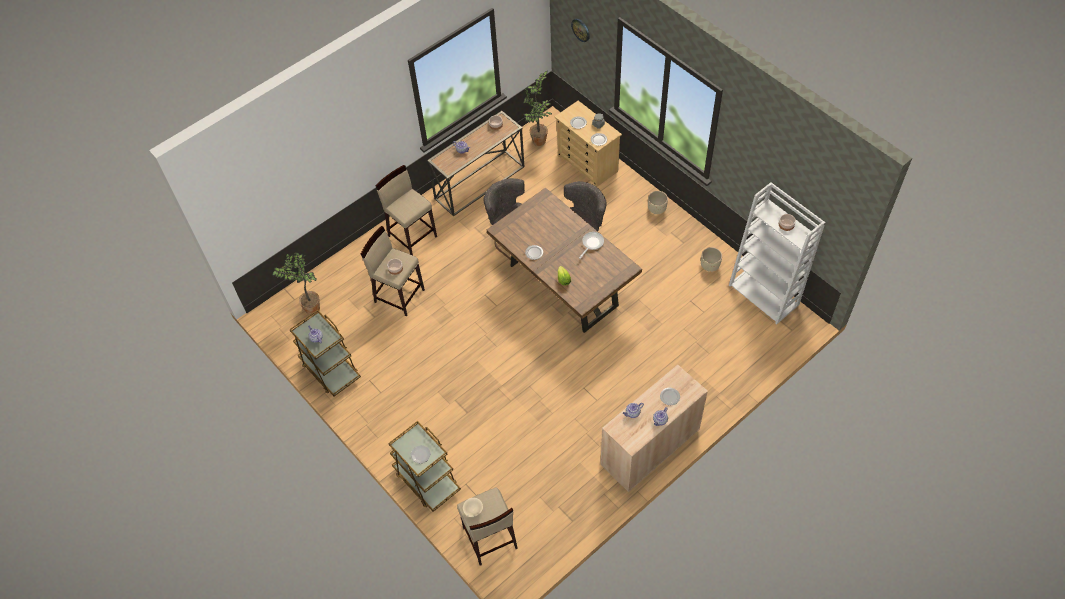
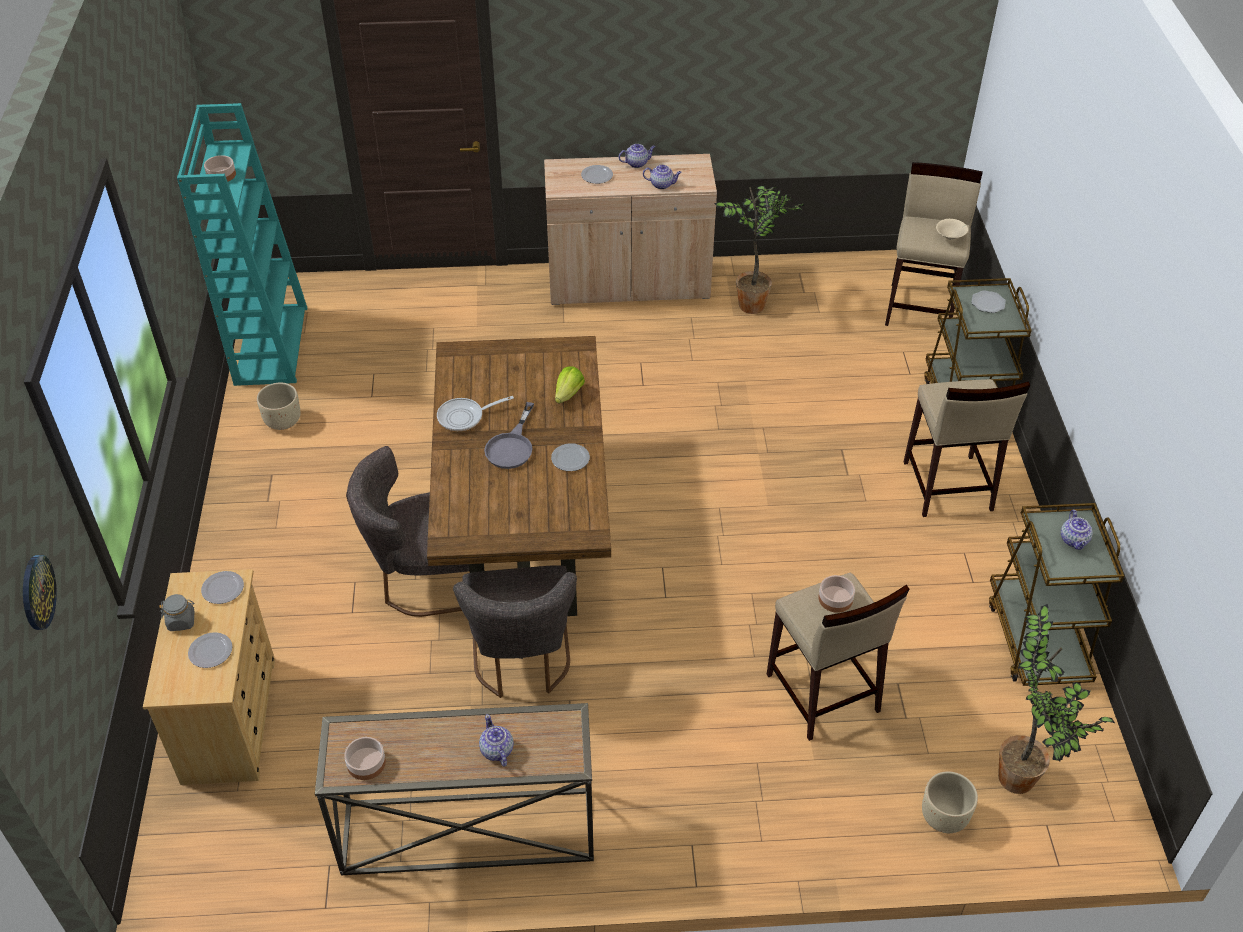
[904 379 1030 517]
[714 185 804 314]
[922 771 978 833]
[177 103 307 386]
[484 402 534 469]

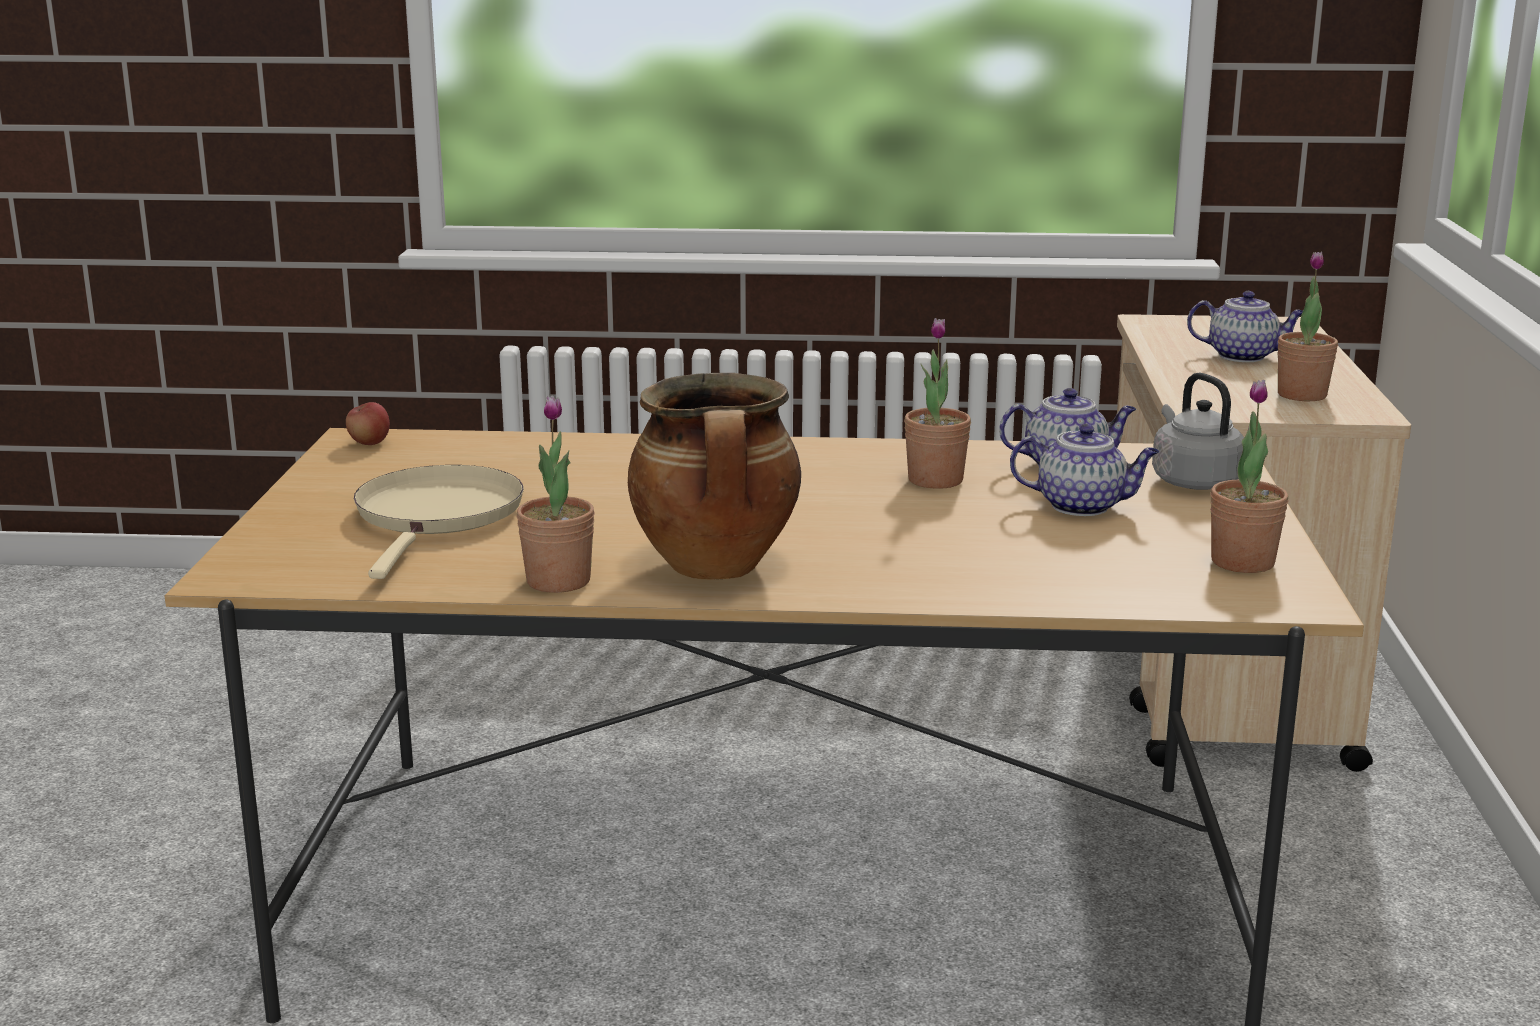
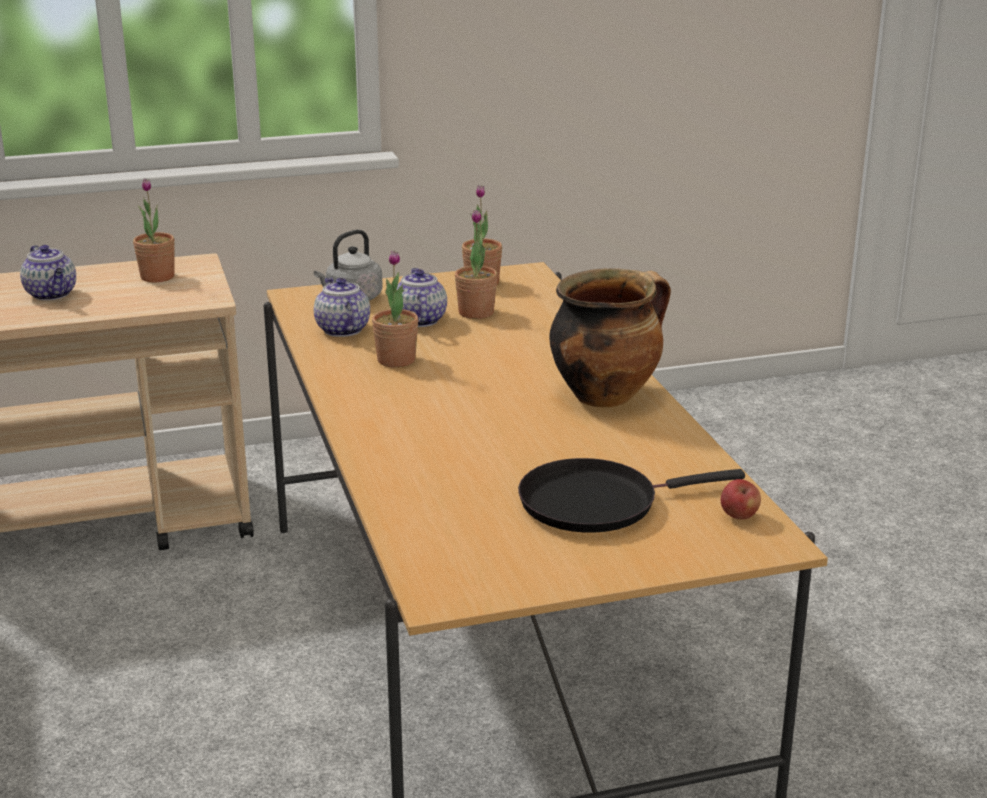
[721 479 761 519]
[518 458 745 533]
[455 210 498 319]
[20 245 76 301]

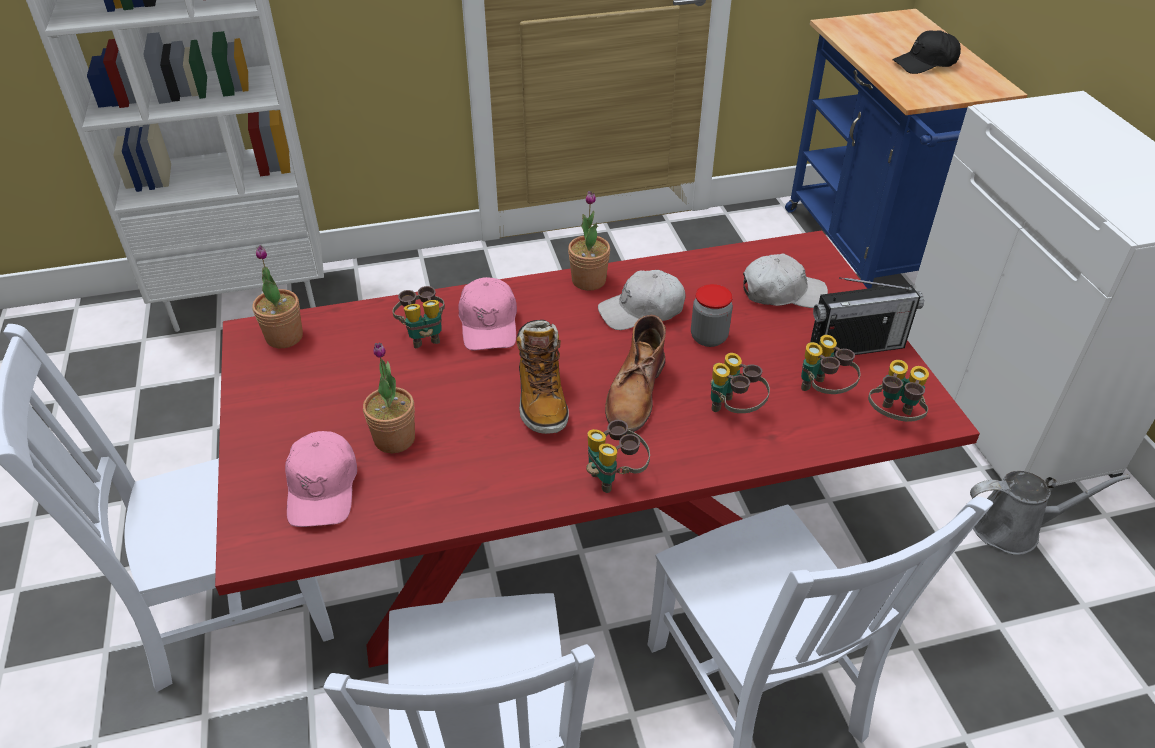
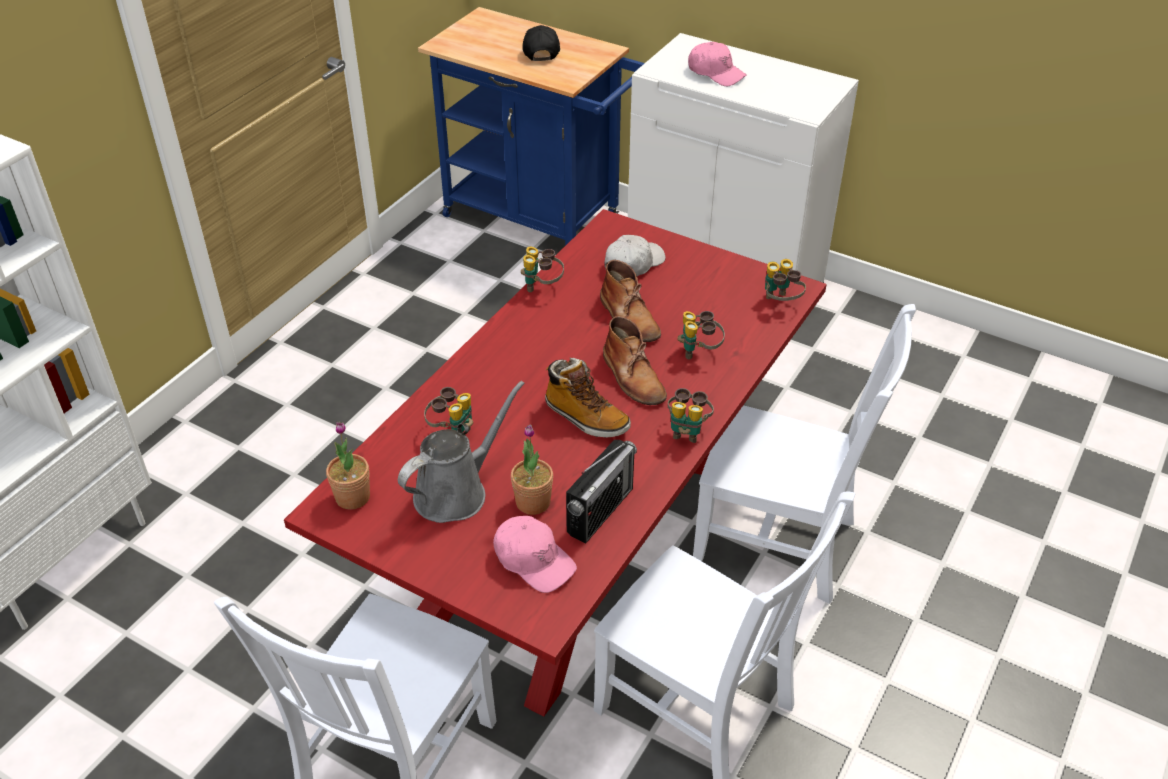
[688 42 747 86]
[568 191 610 291] (first image)
[598 270 685 330] (first image)
[600 260 661 342]
[521 247 564 292]
[566 440 637 544]
[523 25 560 61]
[398 381 525 523]

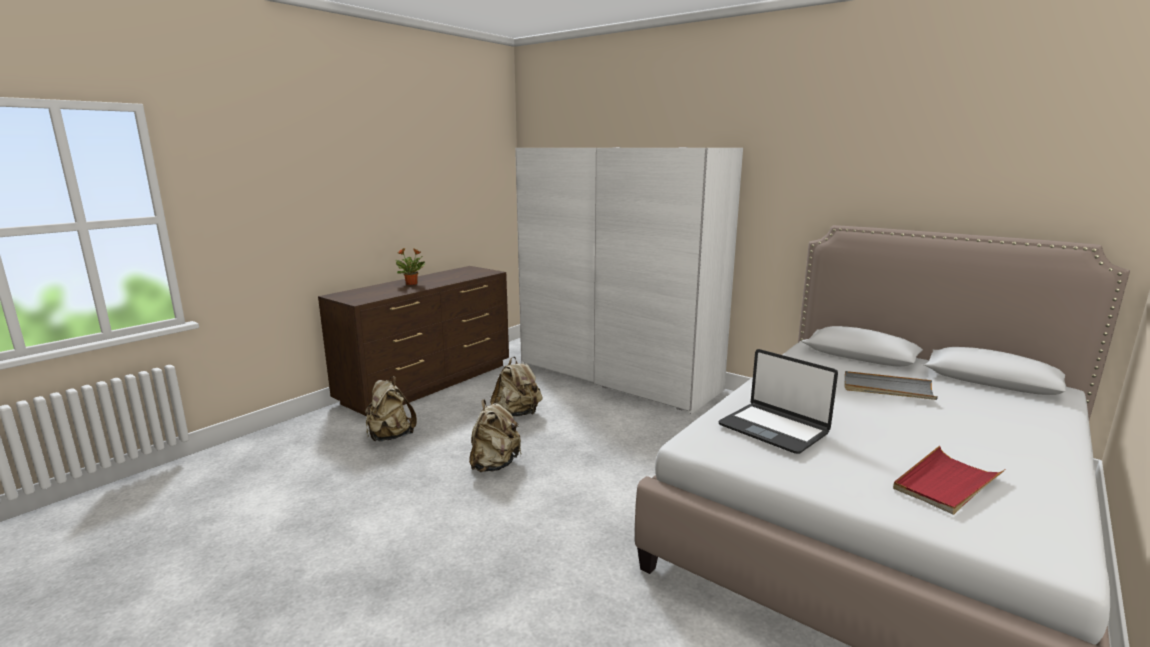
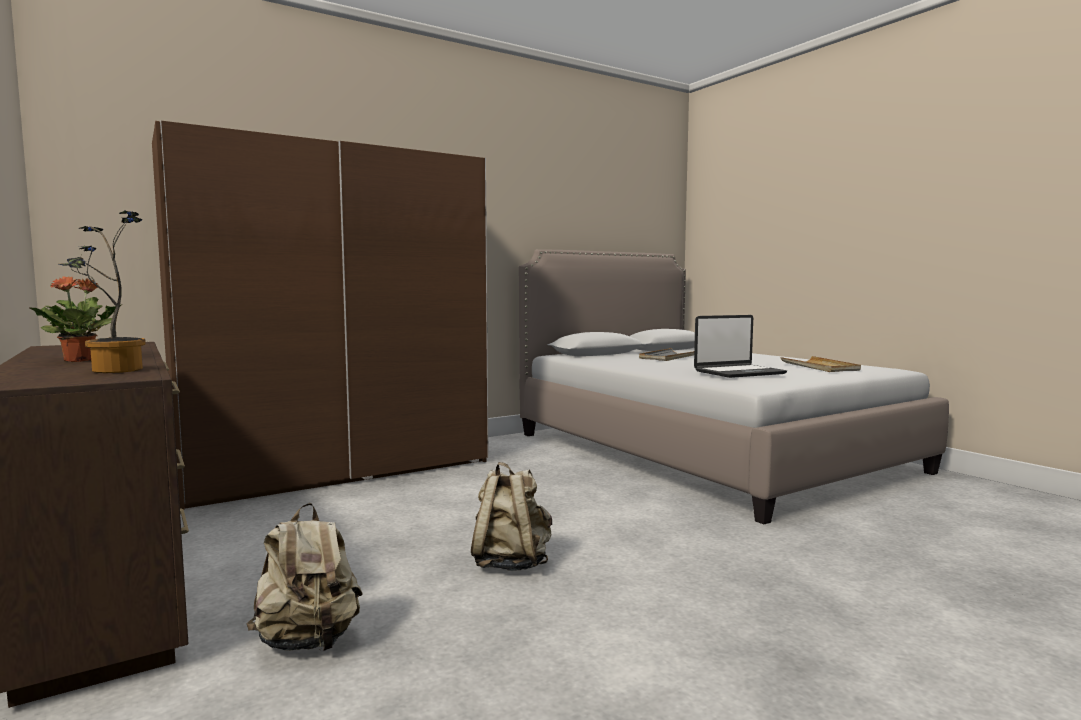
[490 357 543 416] (first image)
[152 121 489 509]
[780 356 861 372]
[58 210 146 373]

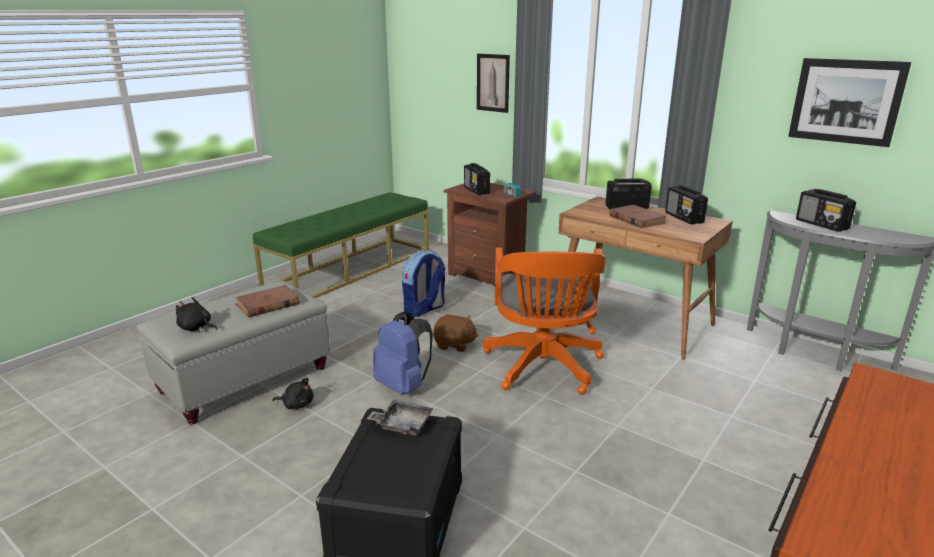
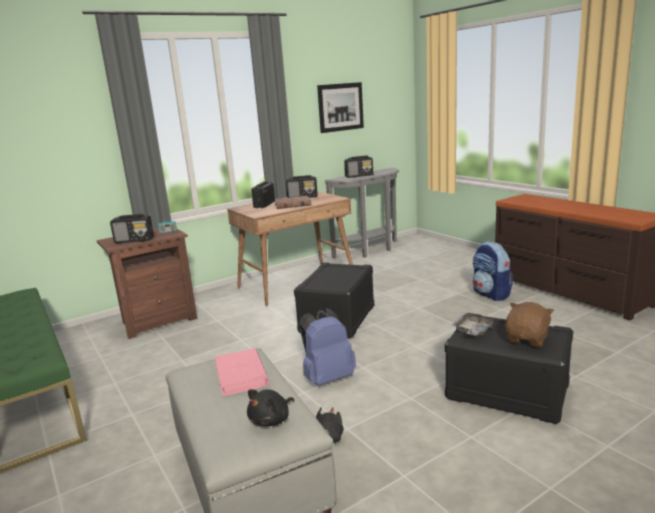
[215 348 269 396]
[473 242 514 301]
[505 302 554 348]
[477 54 510 113] (first image)
[294 262 374 339]

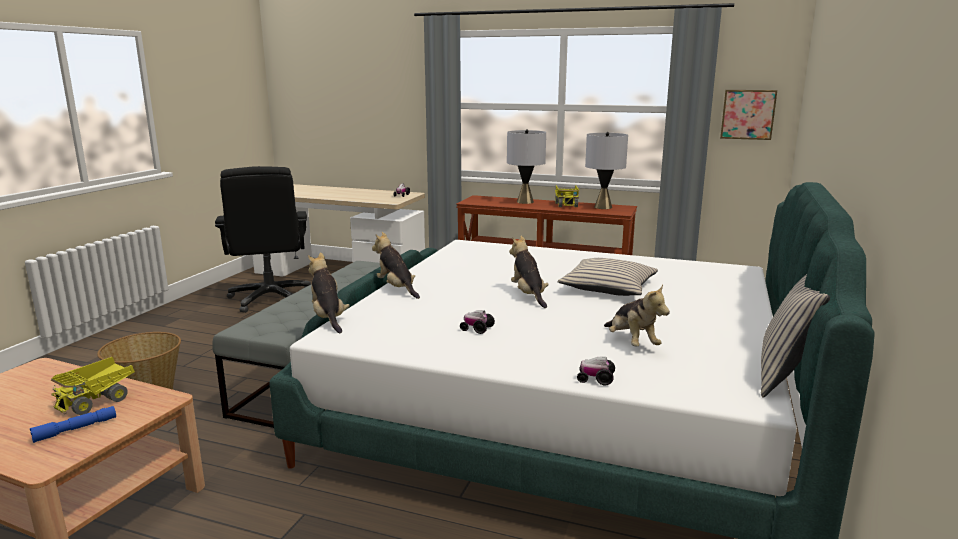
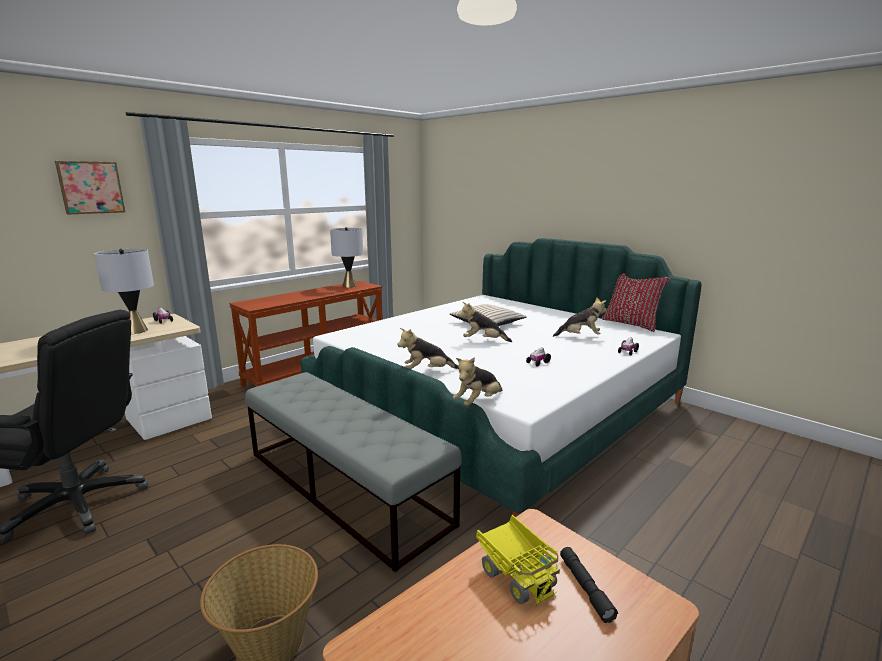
[560 547 618 623]
[453 357 503 406]
[94 249 154 334]
[555 185 579 207] (first image)
[55 161 125 215]
[602 273 671 332]

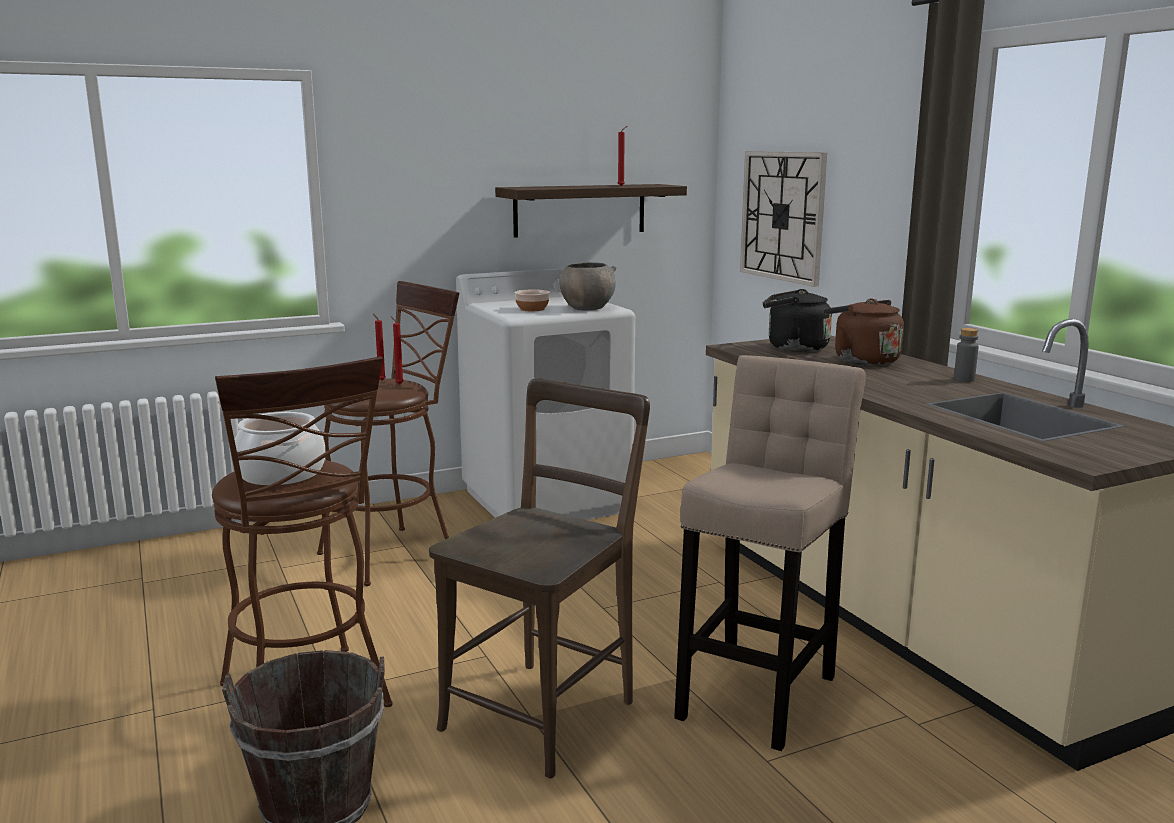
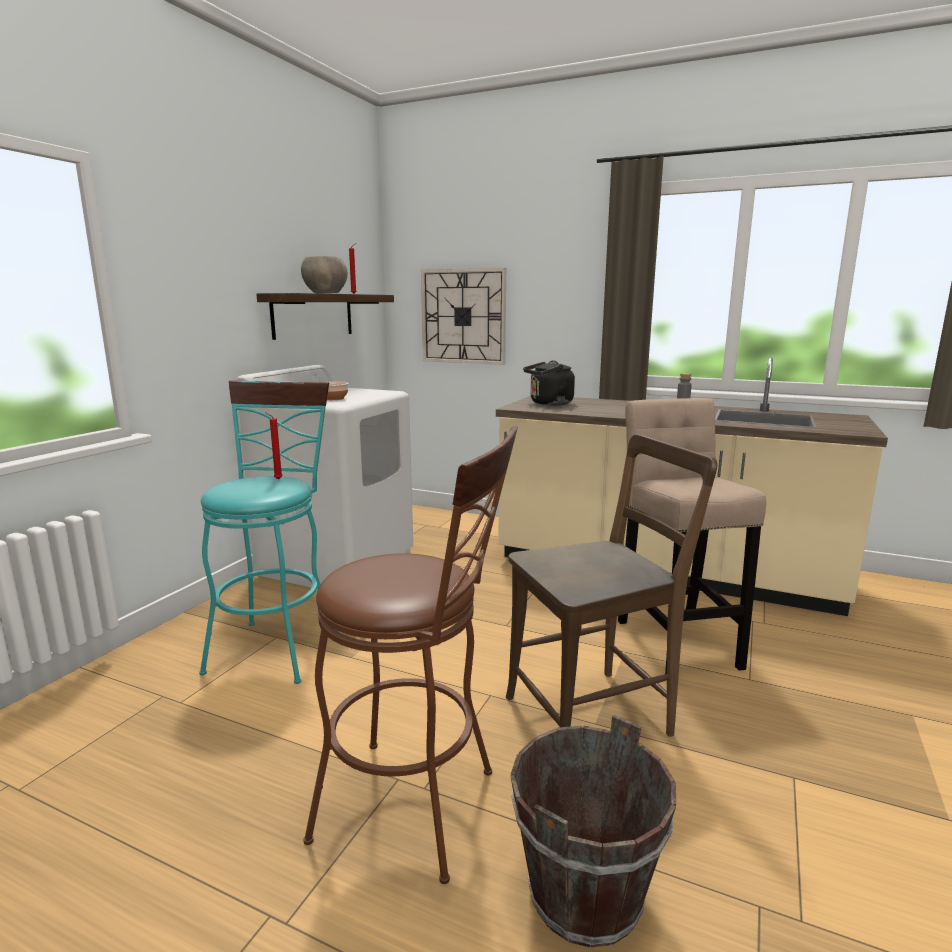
[234 412 325 485] (first image)
[199 380 337 684]
[373 314 386 381] (first image)
[506 434 718 737]
[301 256 348 293]
[824 298 904 366] (first image)

